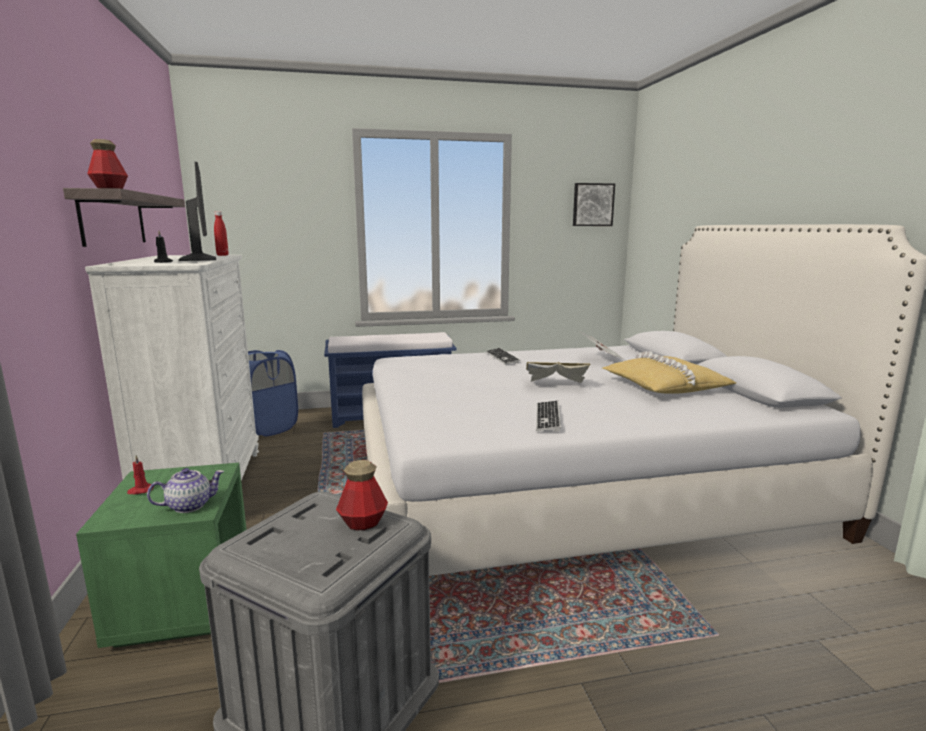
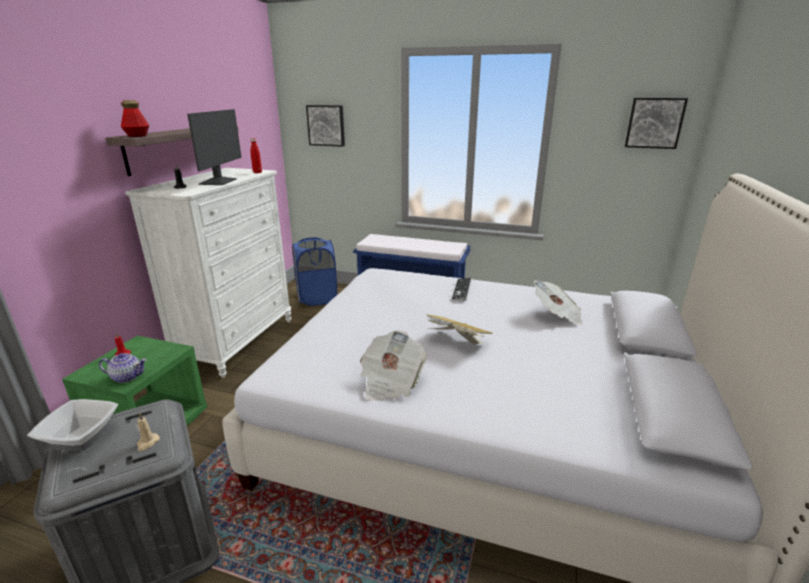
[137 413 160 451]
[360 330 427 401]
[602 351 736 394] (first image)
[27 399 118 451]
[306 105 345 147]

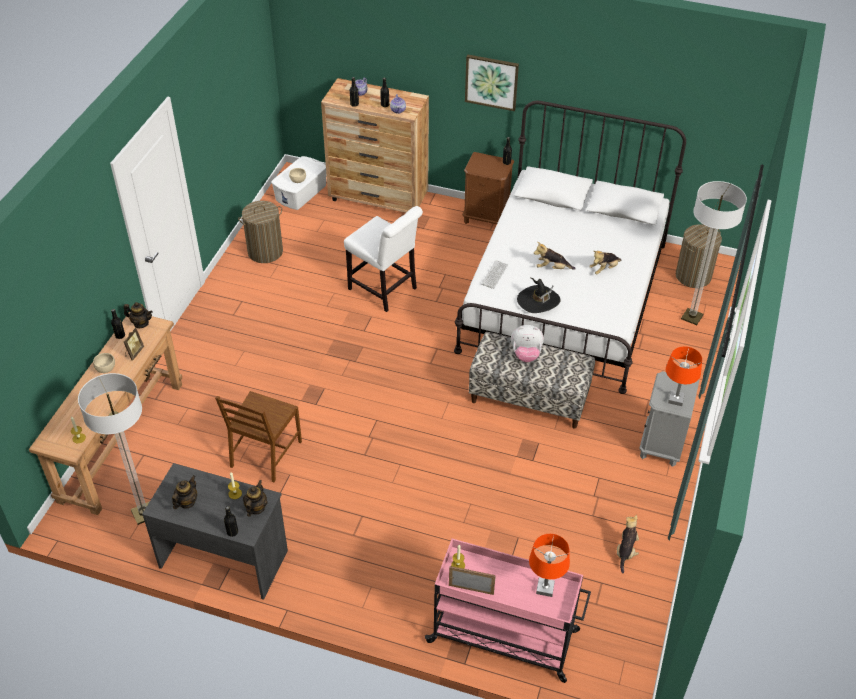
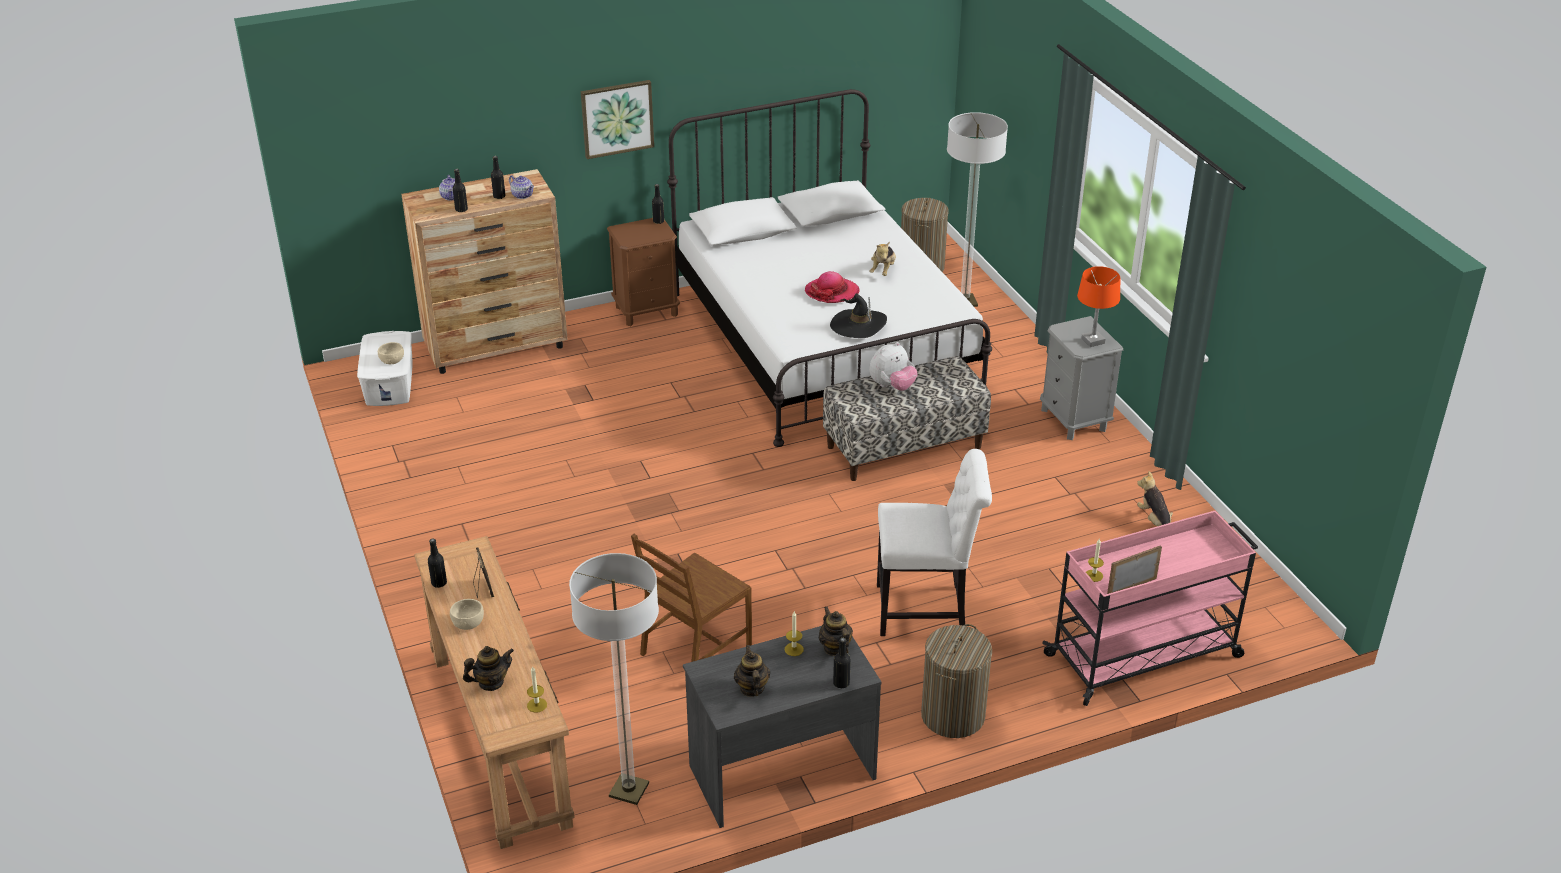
[463 646 514 691]
[631 534 752 662]
[921 624 992 738]
[877 449 992 636]
[481 260 508 289] (first image)
[529 534 570 597] (first image)
[805 271 860 303]

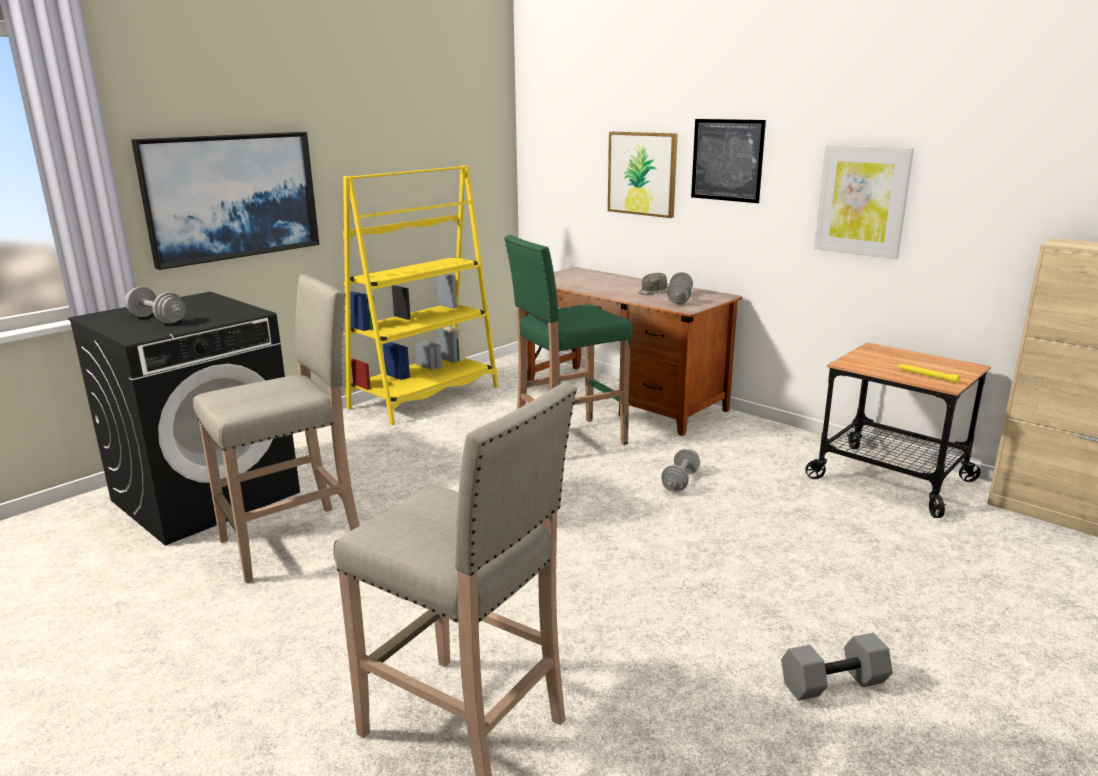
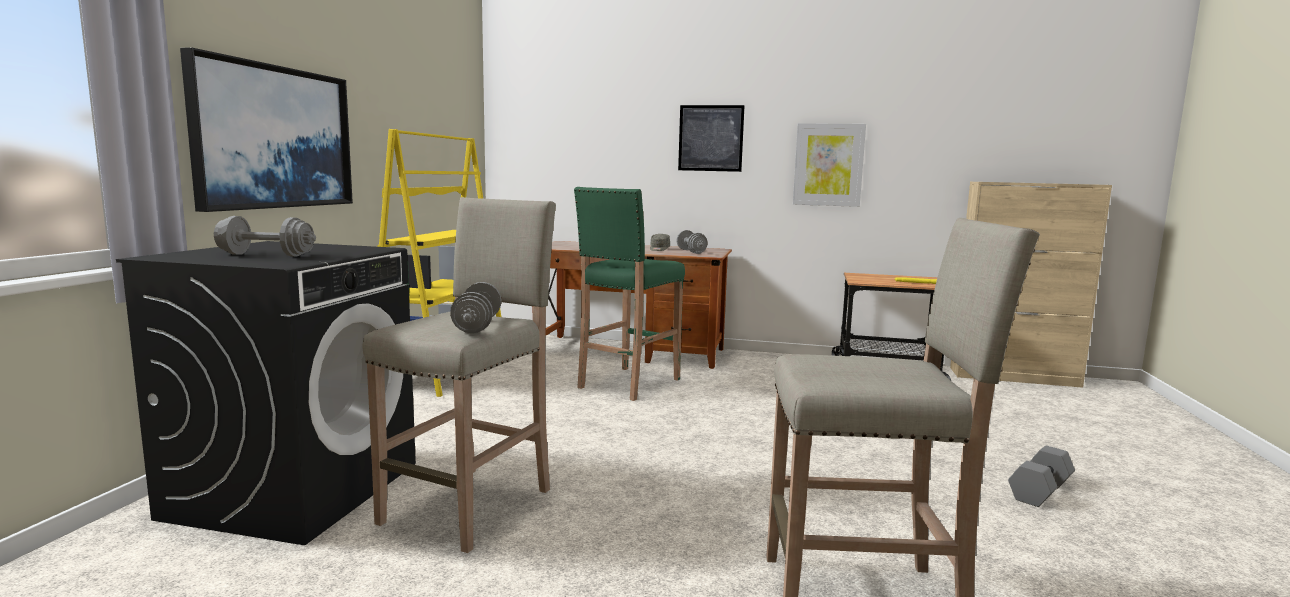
[608 132 678 218] (first image)
[450 282 502 333]

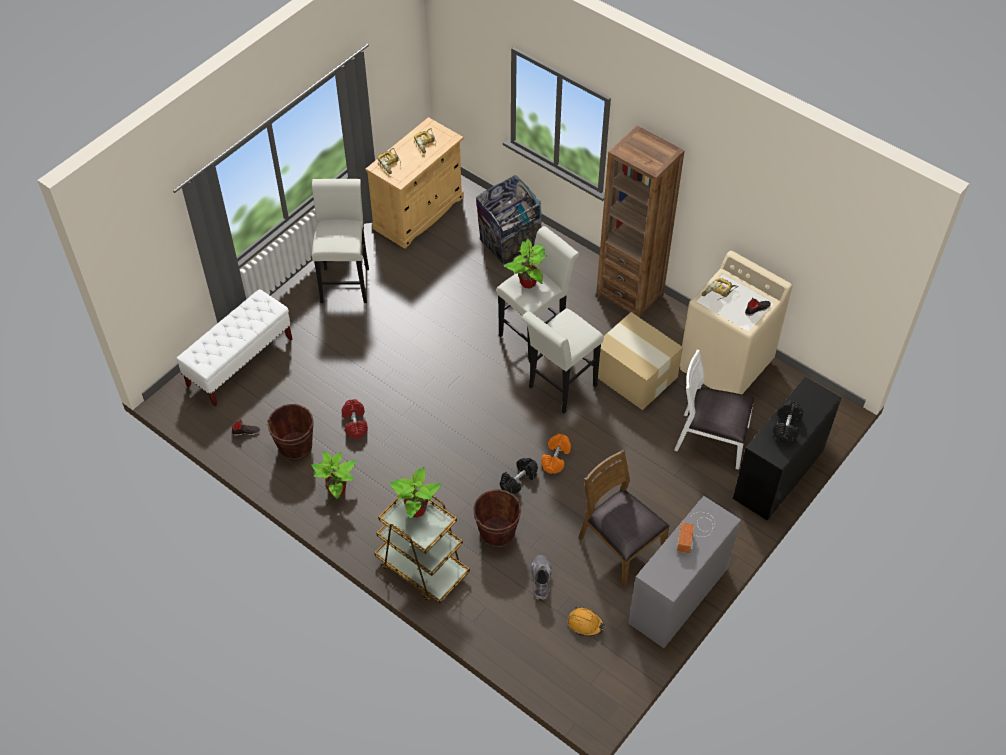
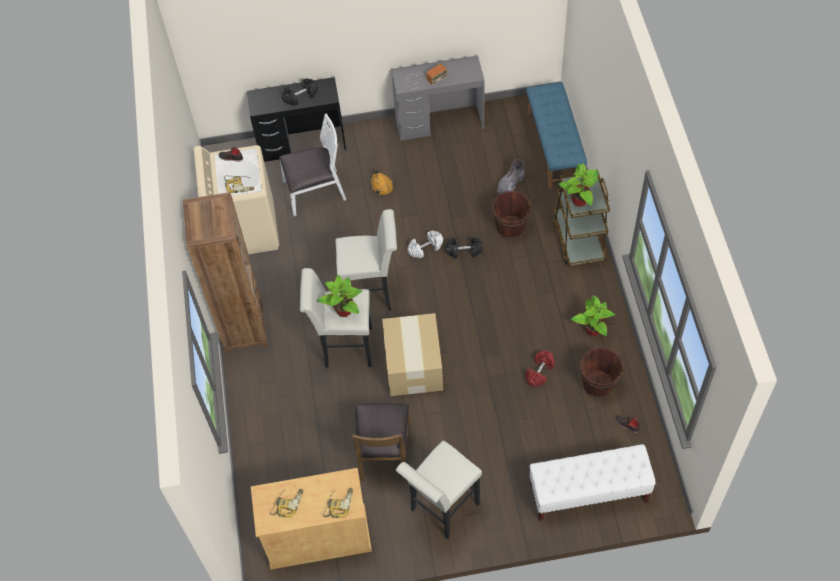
[476 175 542 265] (first image)
[407 231 443 258]
[370 169 393 196]
[352 404 411 481]
[382 313 443 396]
[279 114 346 216]
[526 82 587 189]

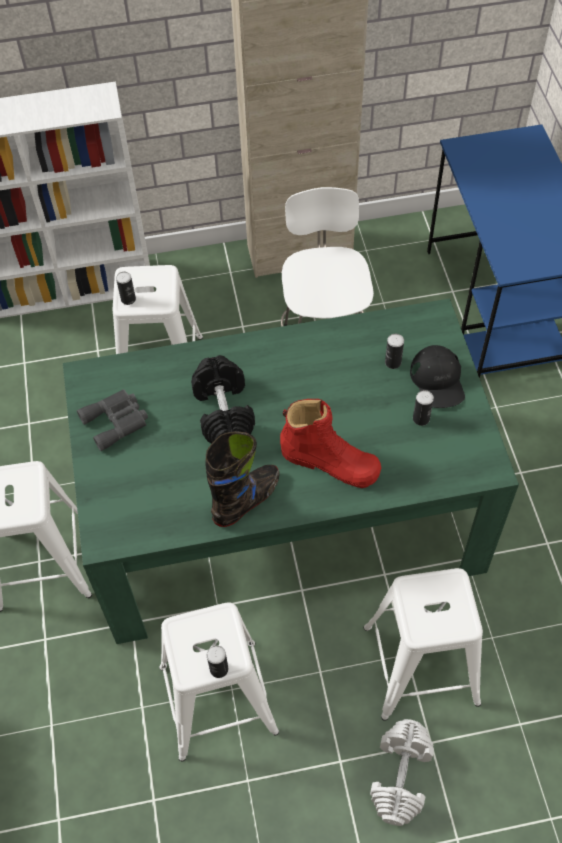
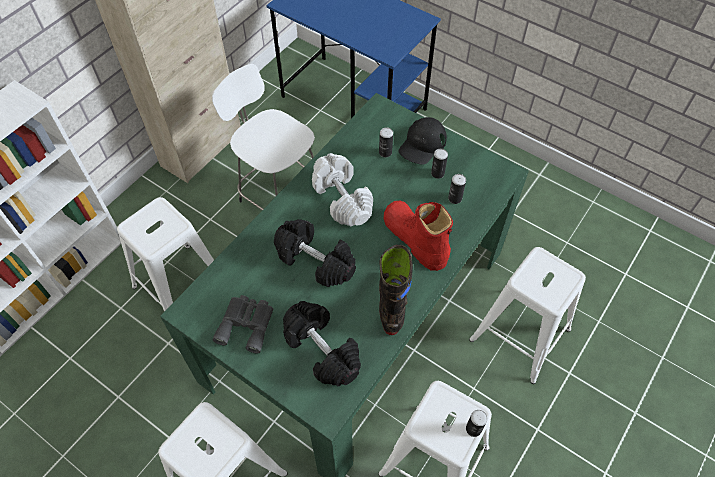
[448 174 466 204]
[383 200 453 271]
[312 153 373 226]
[398 117 447 165]
[283 301 361 386]

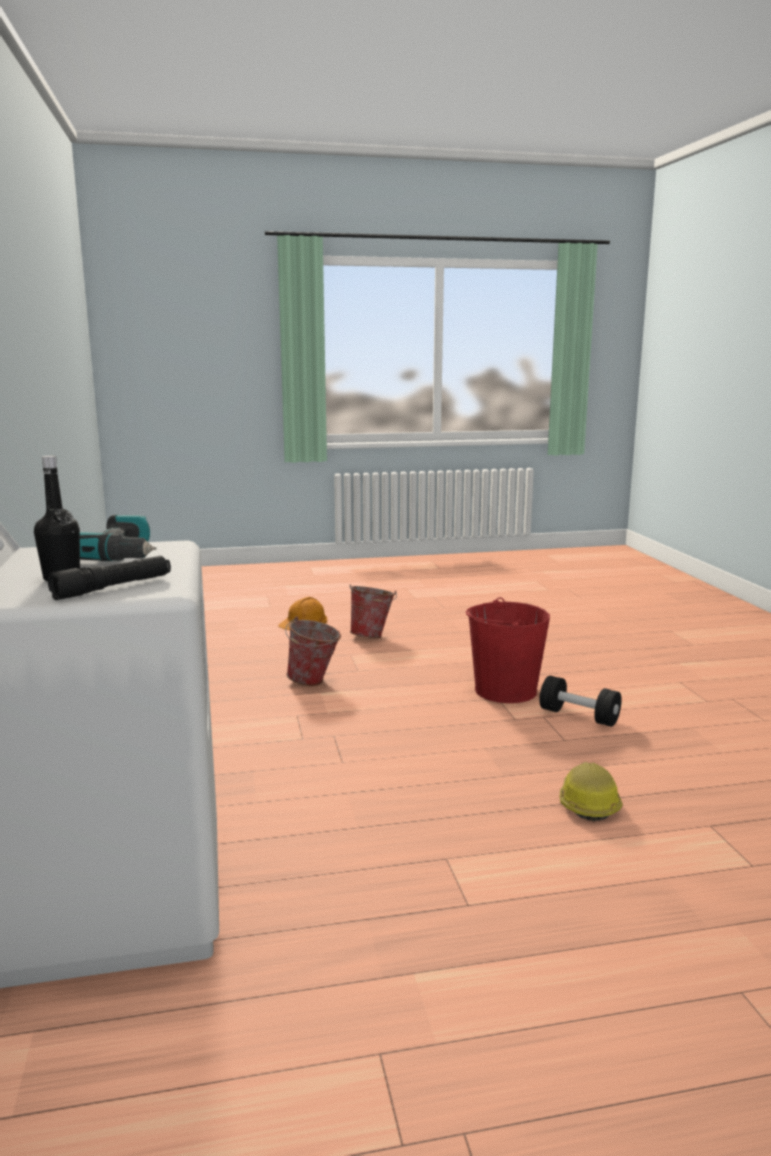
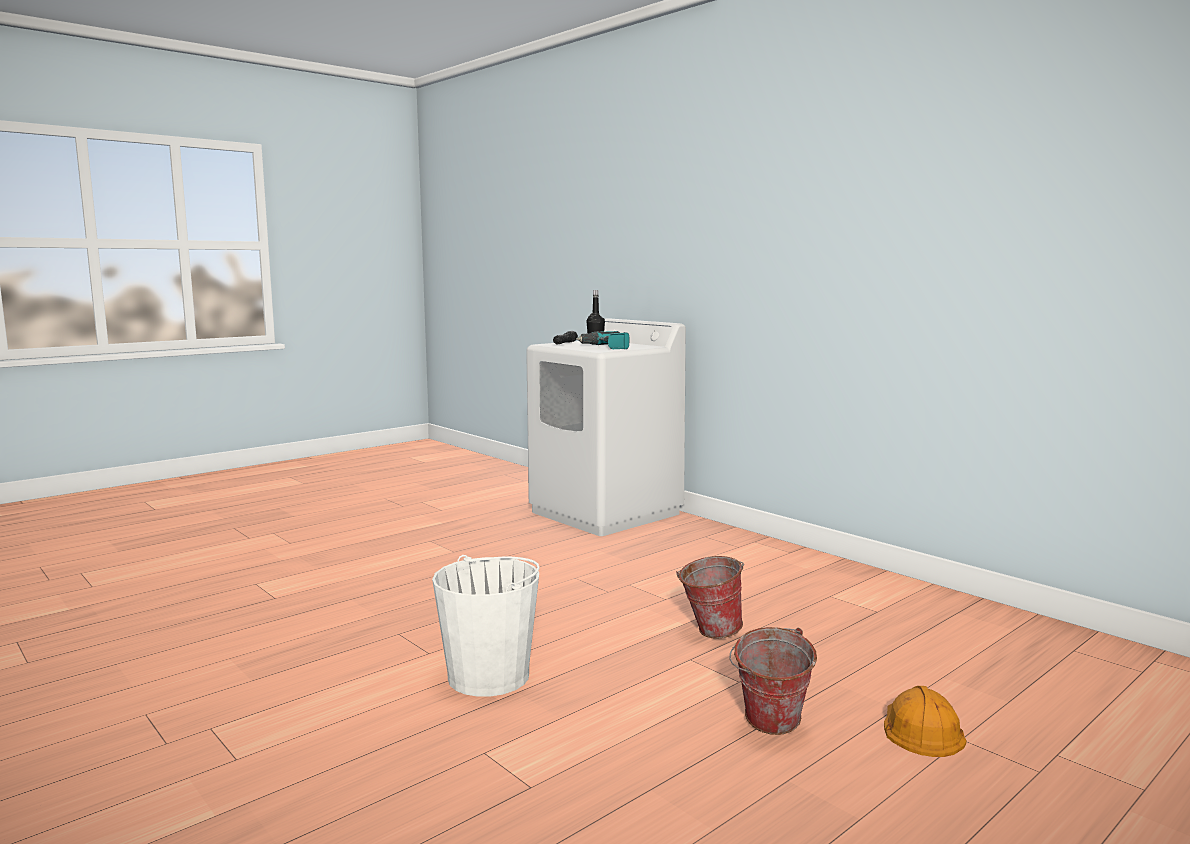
[432 555 540 697]
[540 676 622 727] (first image)
[560 762 623 821] (first image)

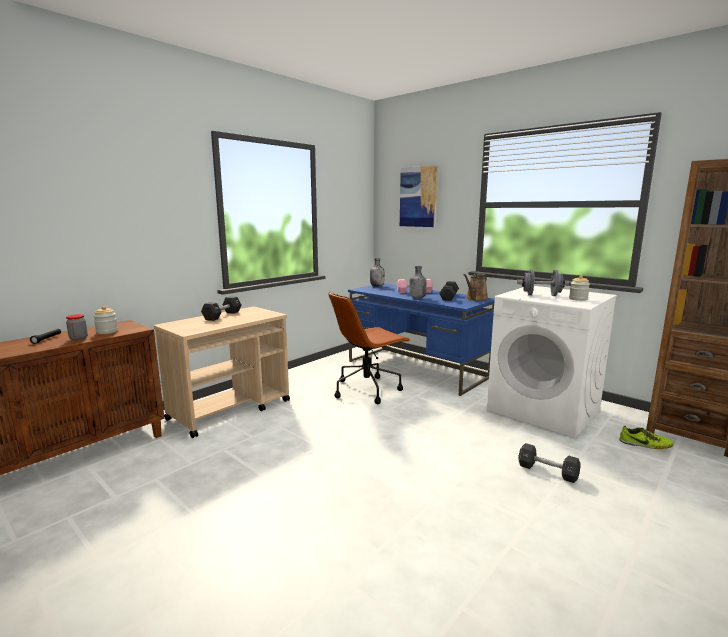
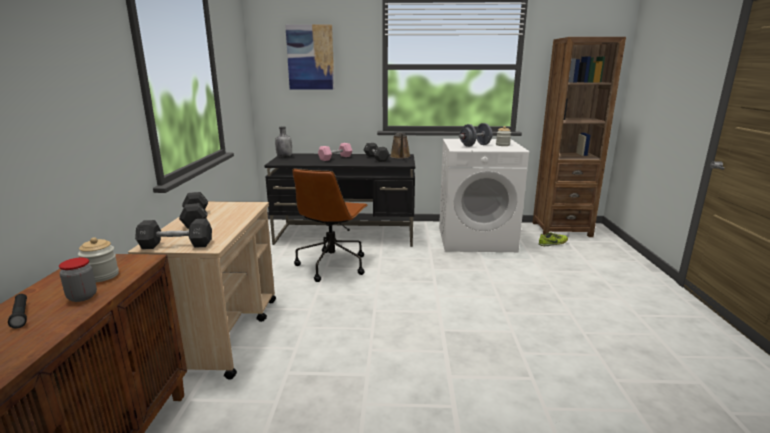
[264 153 415 247]
[409 266 427 299] (first image)
[135 219 212 249]

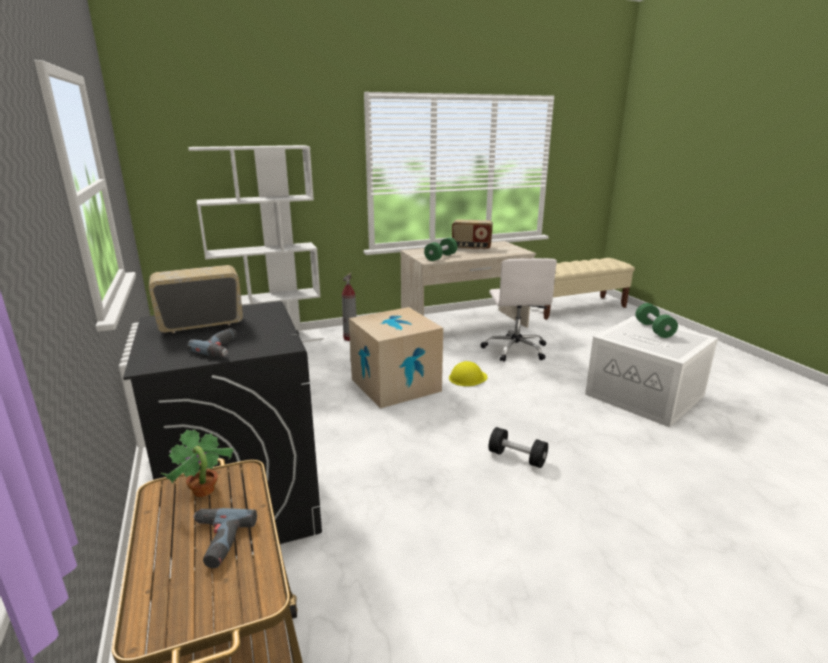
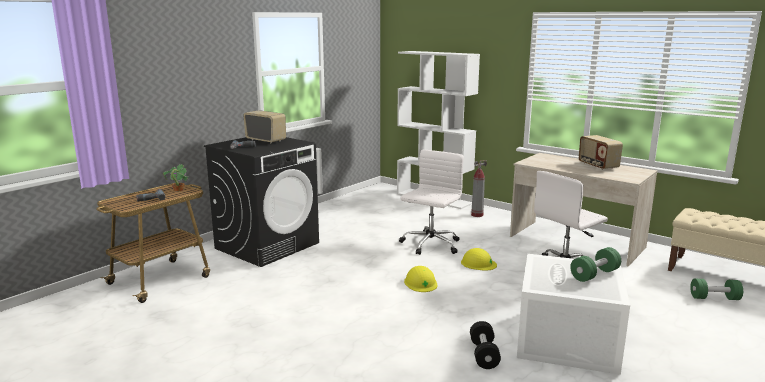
[399 150 464 255]
[690 279 743 300]
[470 321 501 369]
[404 266 438 292]

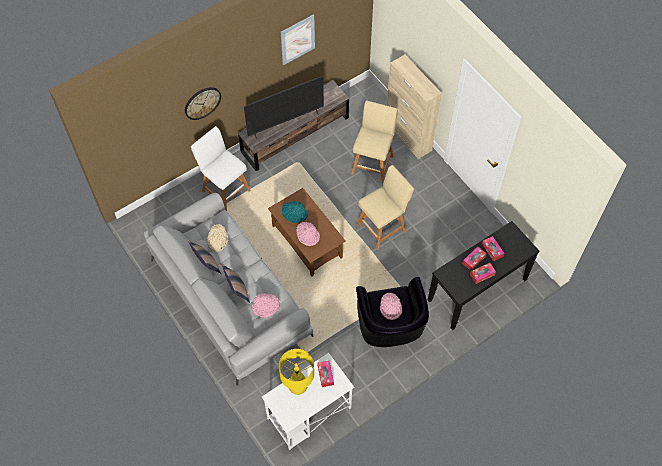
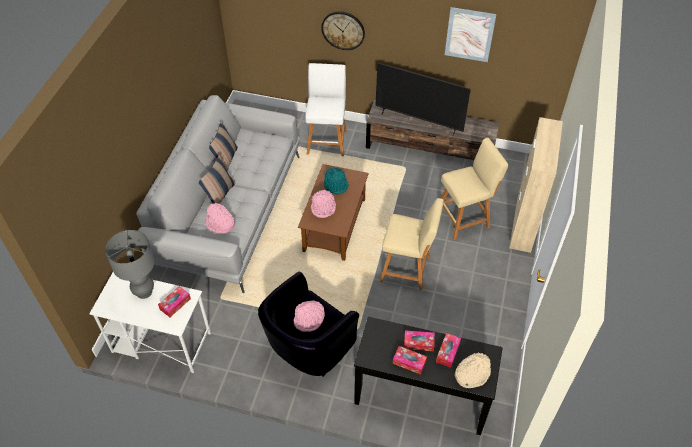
[455 352 491 388]
[105 230 155 299]

